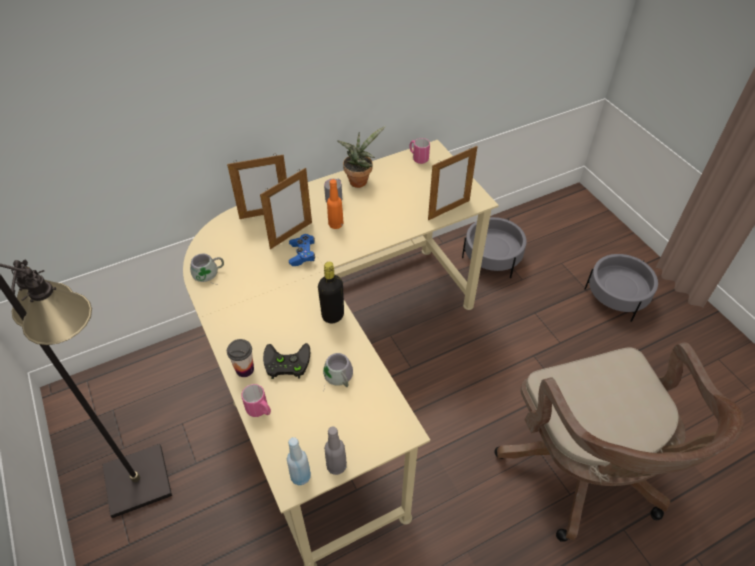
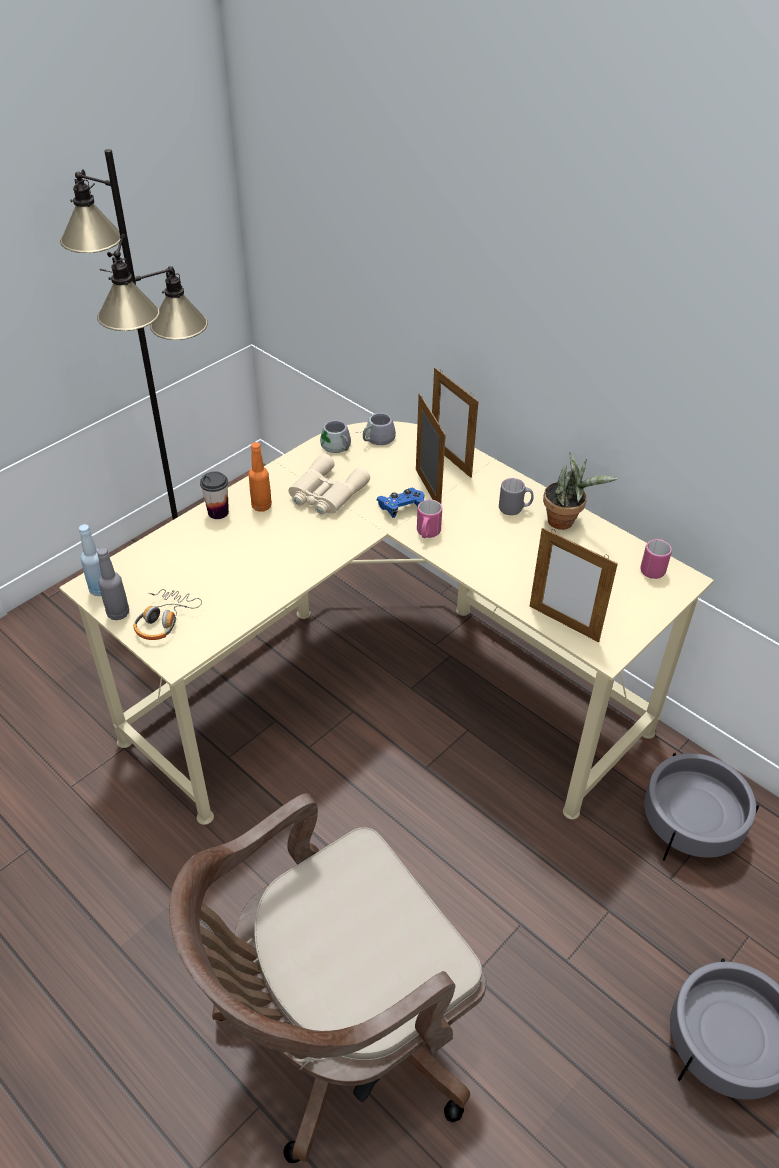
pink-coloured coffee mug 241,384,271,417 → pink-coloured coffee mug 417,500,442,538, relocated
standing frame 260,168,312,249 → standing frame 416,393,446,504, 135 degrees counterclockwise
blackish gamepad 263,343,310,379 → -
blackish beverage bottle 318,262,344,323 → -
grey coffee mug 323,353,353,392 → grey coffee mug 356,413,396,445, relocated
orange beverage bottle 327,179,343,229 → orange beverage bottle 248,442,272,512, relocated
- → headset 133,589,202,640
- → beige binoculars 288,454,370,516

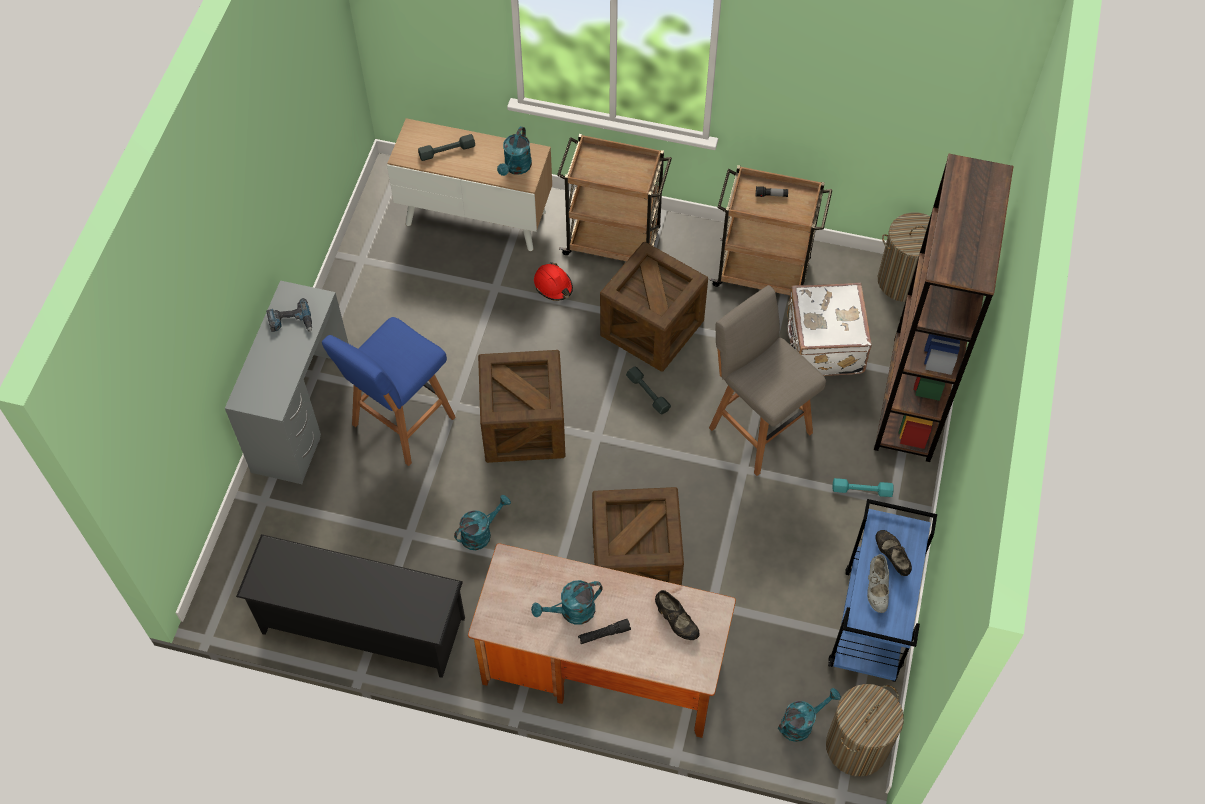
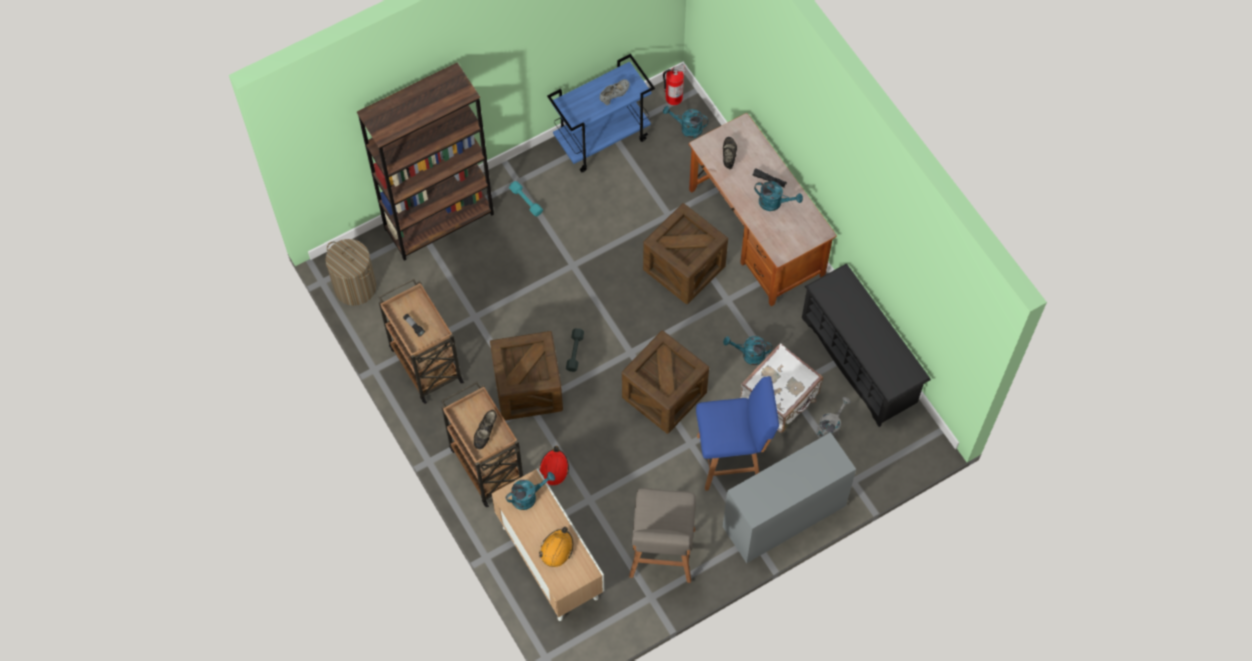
drill 266,298,312,332 → -
grey dumbbell 418,134,475,161 → orange hard hat 539,527,573,567
grey stool seat 709,285,826,476 → grey stool seat 629,488,696,583, relocated
white-coloured suitcase 787,283,872,376 → white-coloured suitcase 740,343,823,433, relocated
washing basket 826,684,904,776 → fire extinguisher 663,65,686,105
blackish item of footwear 875,530,912,576 → blackish item of footwear 474,410,497,449, relocated
- → grey watering can 817,397,851,439

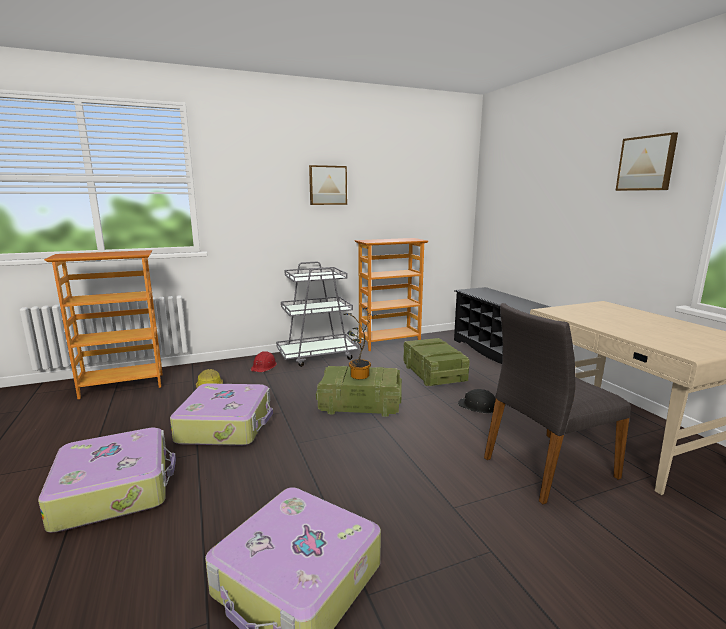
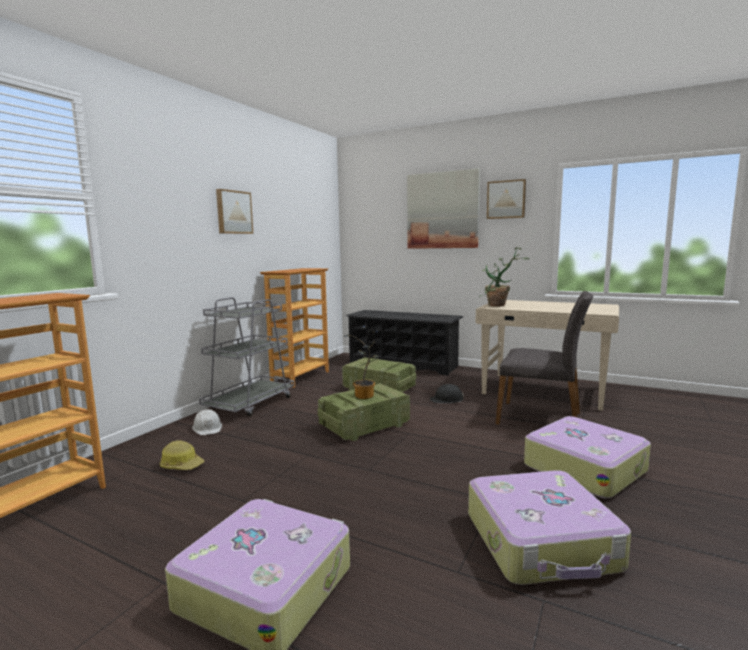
suitcase 170,383,273,446 → suitcase 524,416,651,498, relocated
red hard hat 251,351,277,372 → white-coloured hard hat 192,409,222,435
grey chair 484,303,631,504 → grey chair 496,291,593,425, 90 degrees counterclockwise
- → wall art 407,168,480,249
- → potted plant 479,247,529,307

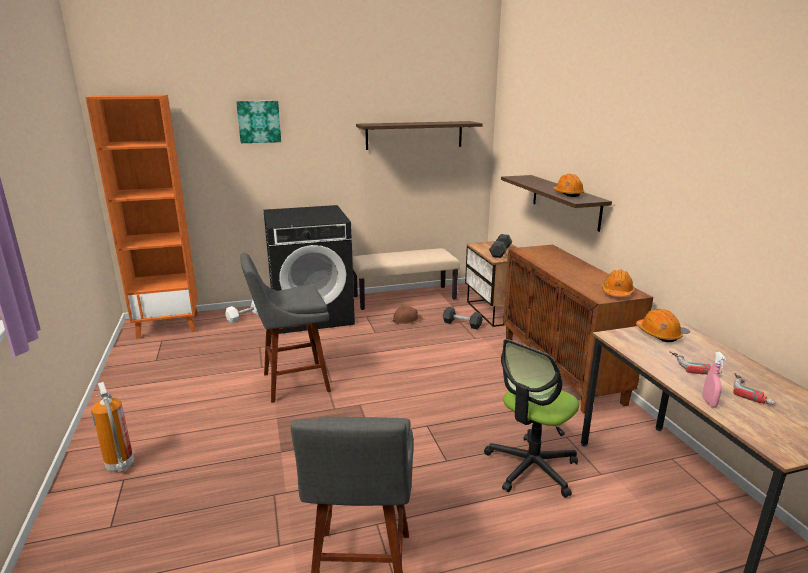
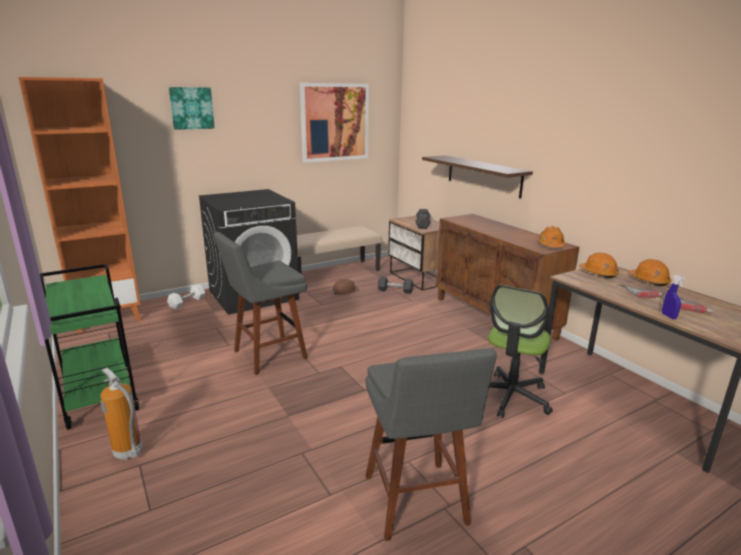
shelf 356,121,483,150 → wall art 300,83,369,163
orange hard hat 553,174,584,197 → orange hard hat 629,259,671,286, relocated
pink-coloured sprayer 702,352,726,408 → blue-coloured sprayer 662,275,685,319
- → greenish trolley 40,264,139,430

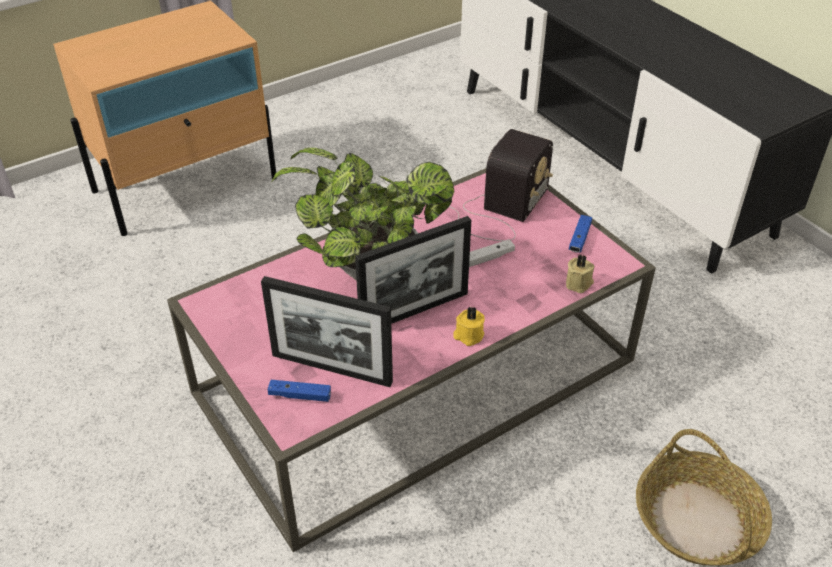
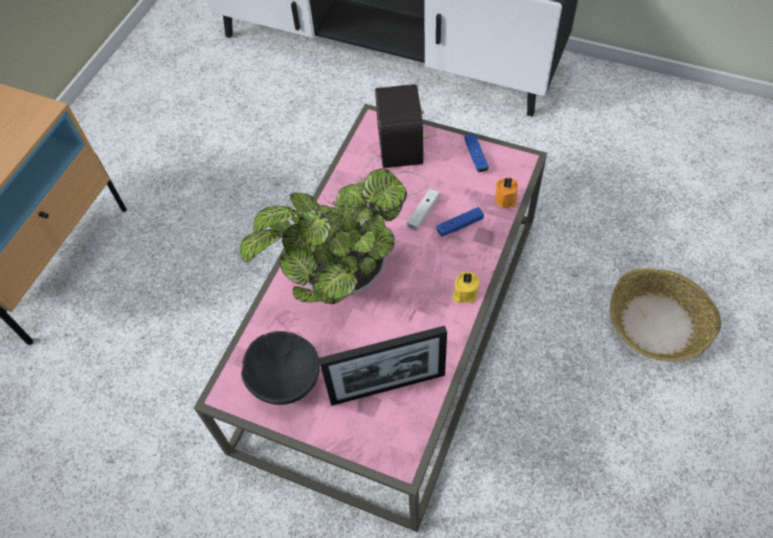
blue-coloured gamepad 268,380,331,402 → blue-coloured gamepad 436,207,484,237, relocated
standing frame 355,216,471,324 → -
beige wax candle 566,255,594,293 → orange wax candle 495,177,518,208
- → blackish serving bowl 241,331,320,405

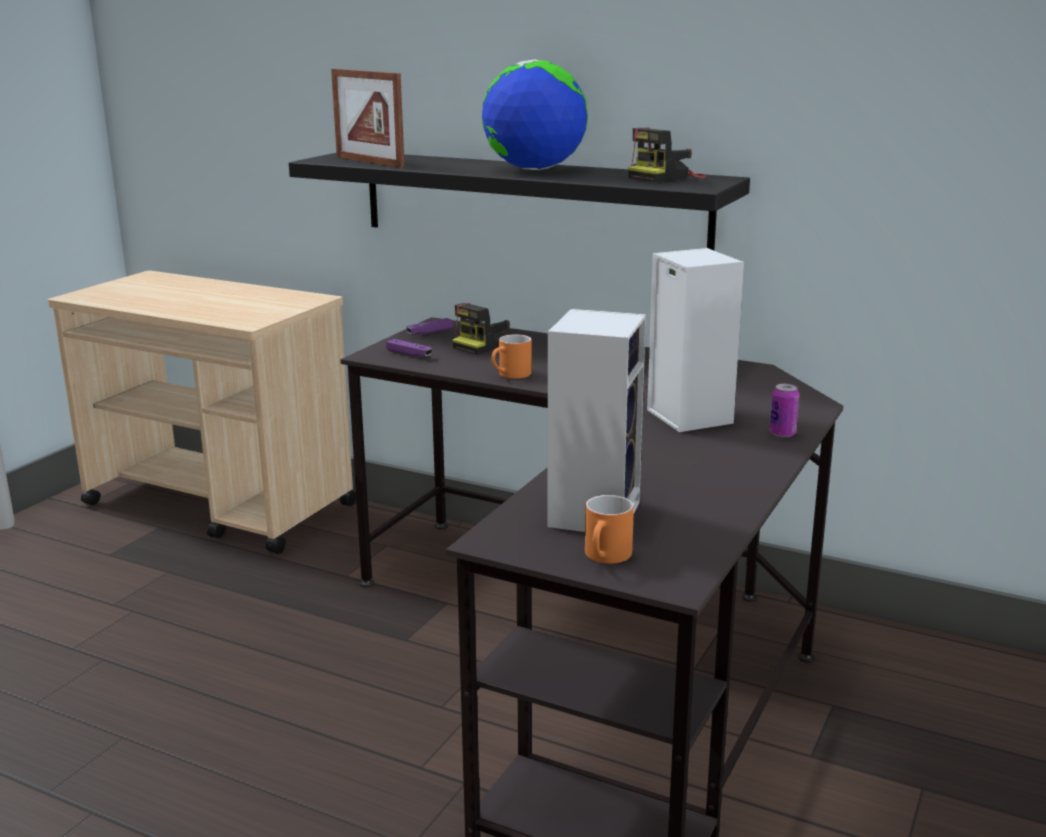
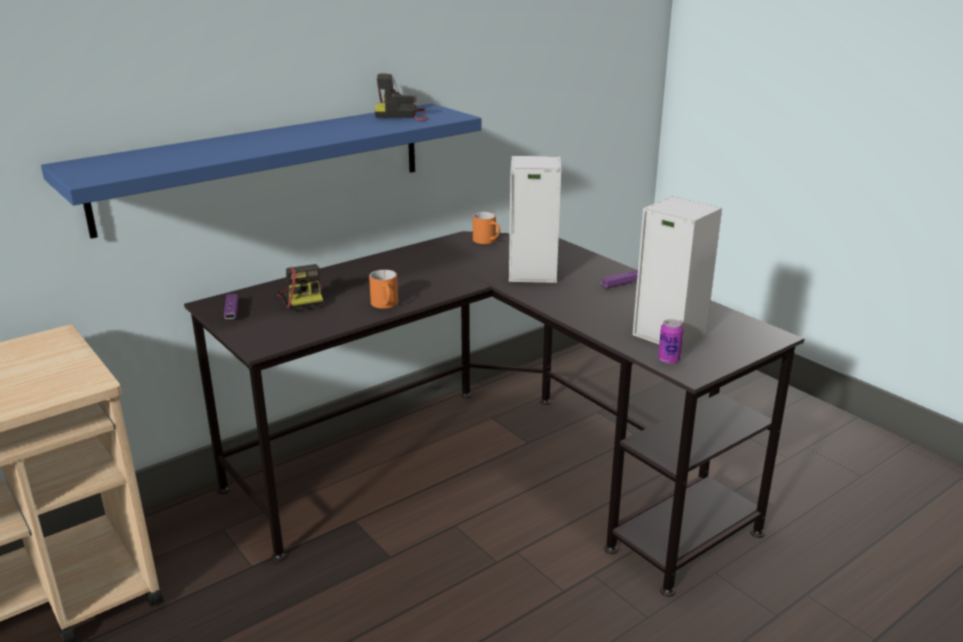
blackish shelf 289,153,750,250 → blue-coloured shelf 41,104,481,239
standing frame 331,69,405,168 → -
purplish gamepad 386,339,433,358 → purplish gamepad 601,270,638,289, relocated
globe 482,60,588,170 → -
orange coffee mug 585,495,634,564 → orange coffee mug 473,212,500,244, relocated
photo camera 628,128,706,182 → photo camera 375,74,428,121, 105 degrees clockwise
metal can 770,384,800,437 → metal can 658,319,683,364, relocated

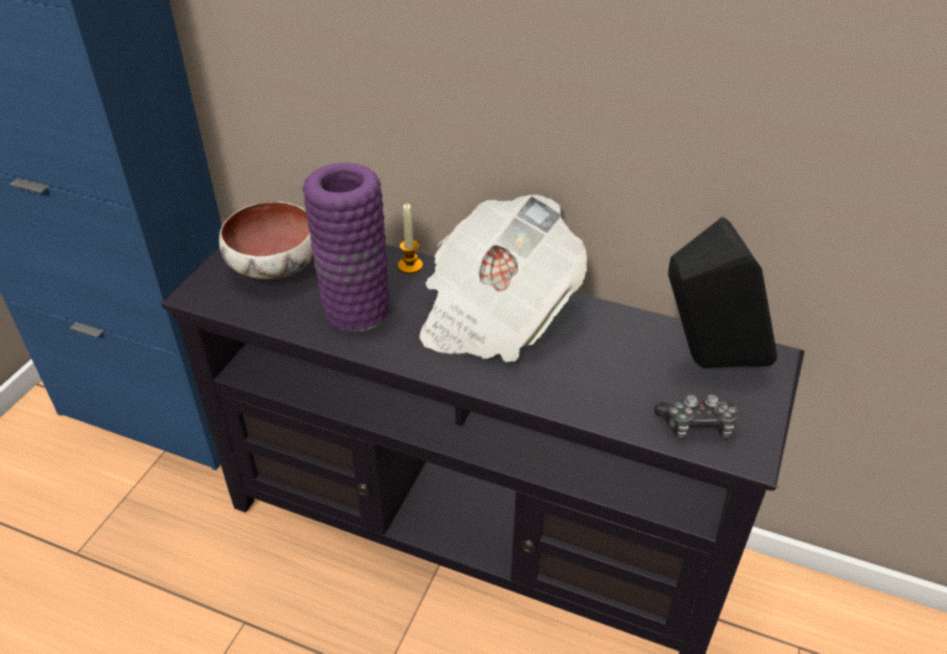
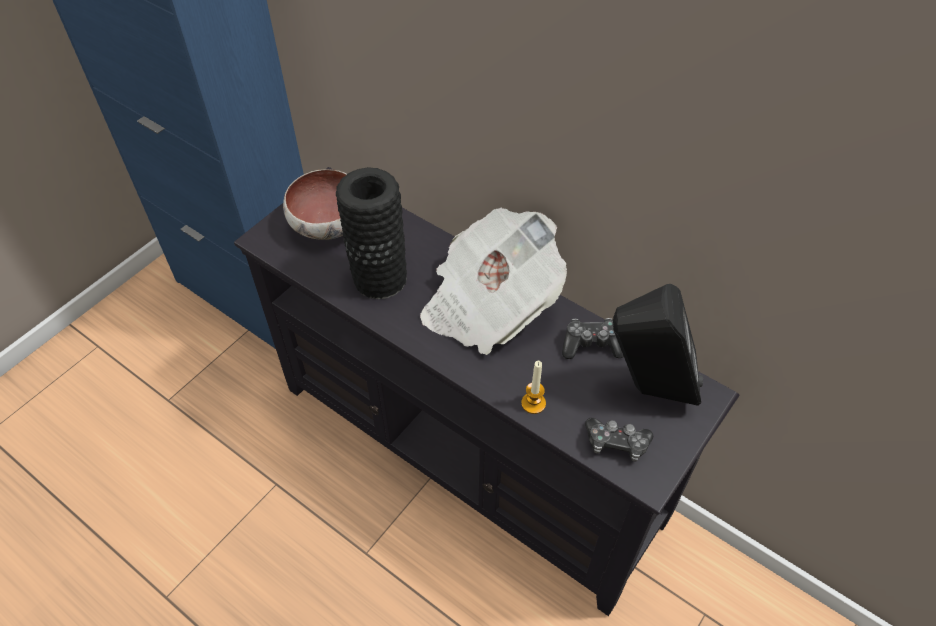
purplish flower vase 303,163,390,332 → blackish flower vase 336,167,407,299
wax candle 398,204,423,274 → wax candle 521,361,546,414, relocated
- → gamepad 562,318,624,359

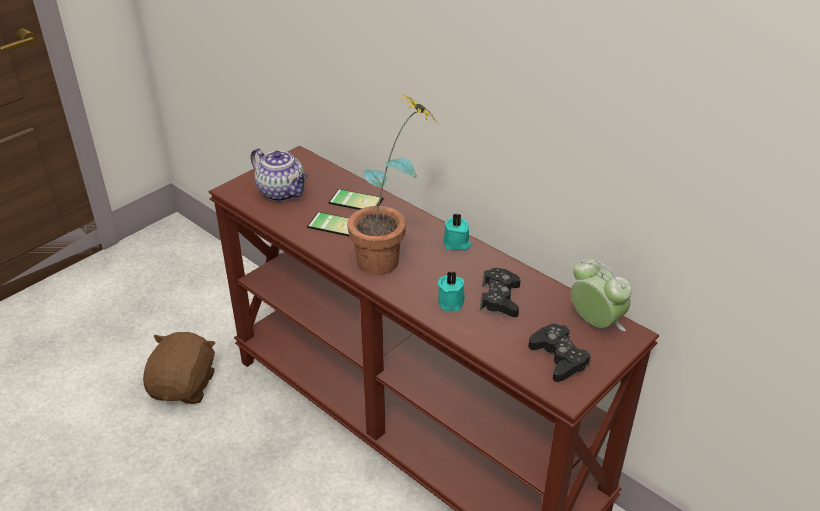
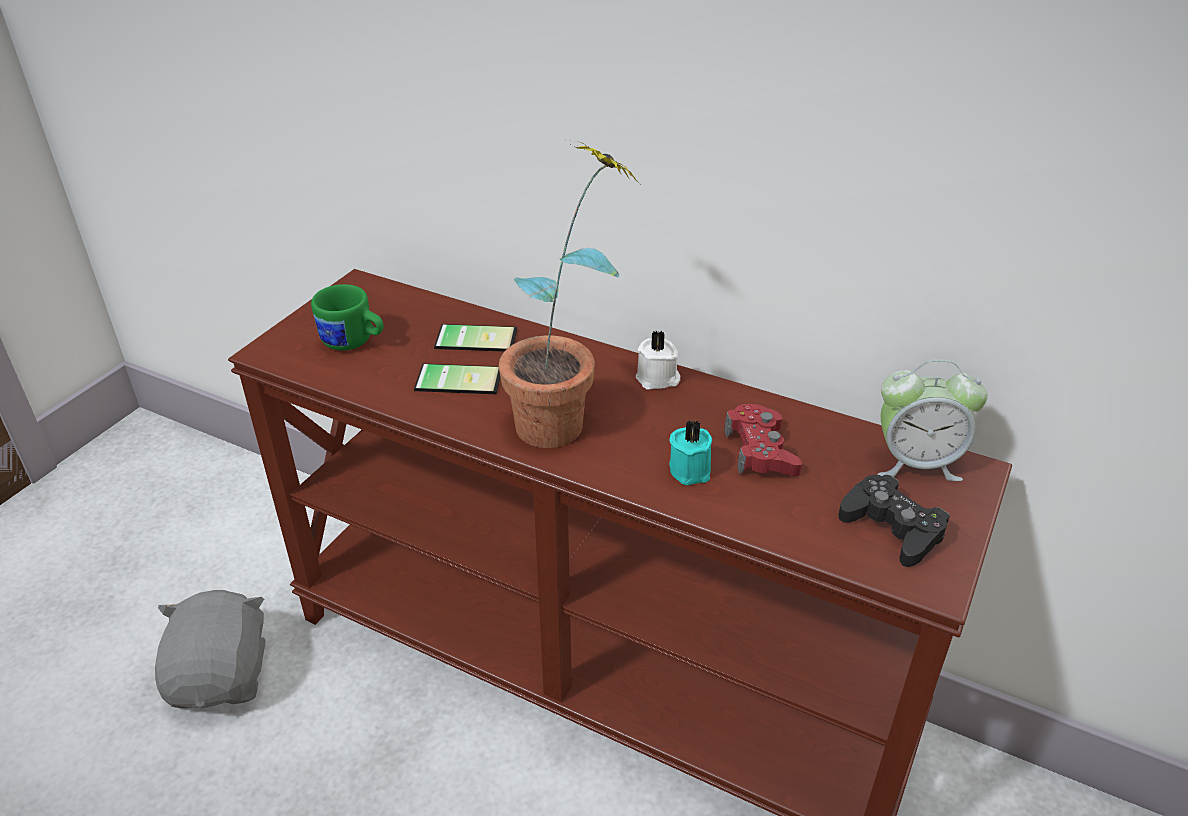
brown cuddly toy 143,332,215,404 → grey cuddly toy 155,590,265,709
tea pot 251,148,308,201 → greenish coffee mug 311,284,384,350
turquoise wax candle 443,213,471,250 → white-coloured wax candle 636,331,680,390
blackish gamepad 480,268,521,317 → red gamepad 724,404,802,476
bedside clock 571,259,632,331 → bedside clock 877,359,988,481, 150 degrees clockwise

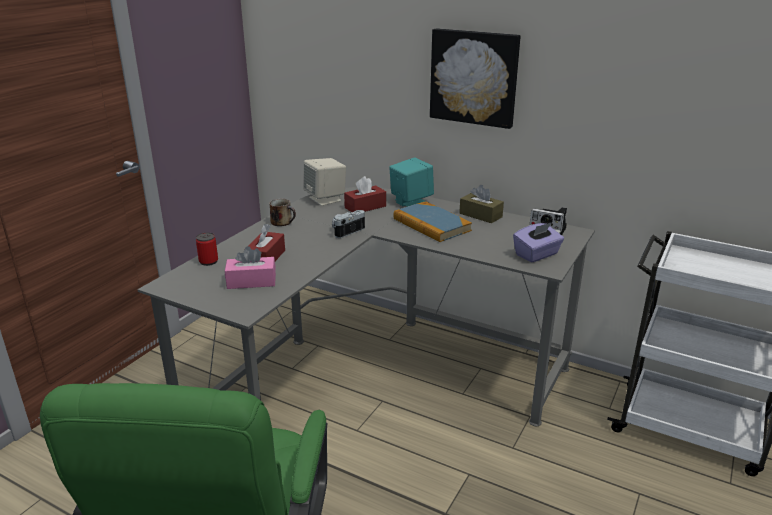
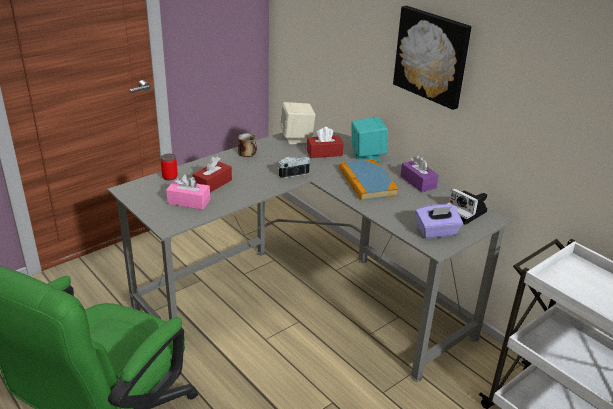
brown tissue holder 459,185,504,223 → purplish tissue holder 401,155,439,192

